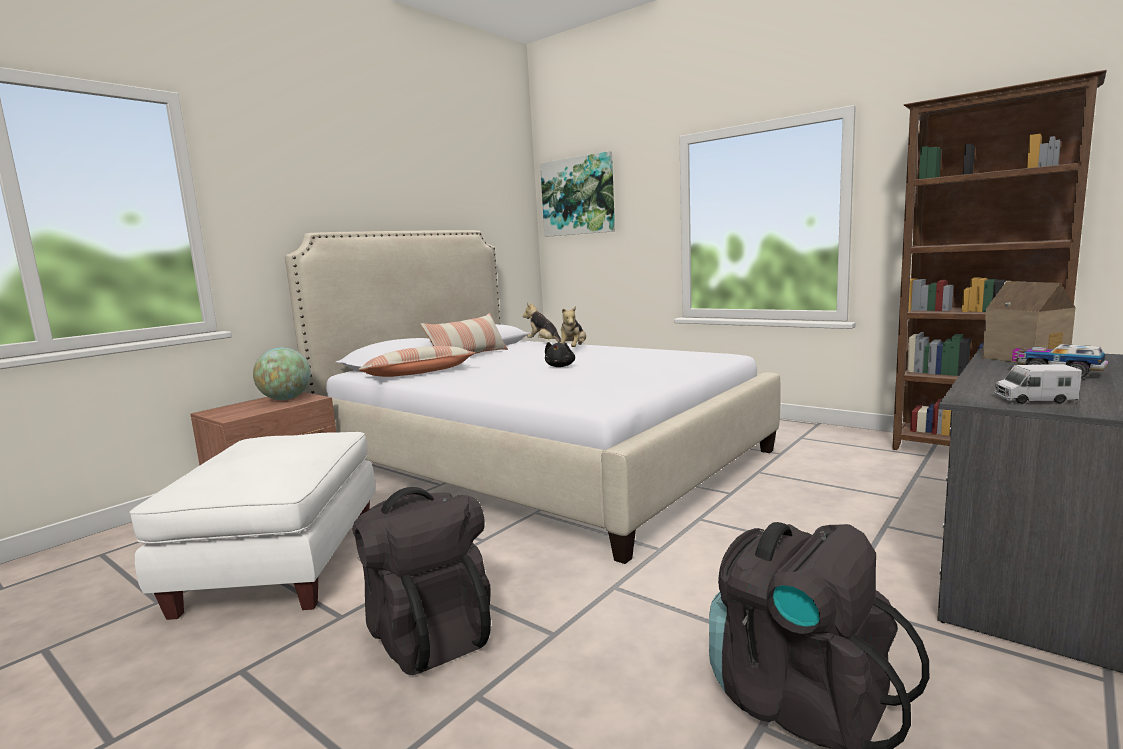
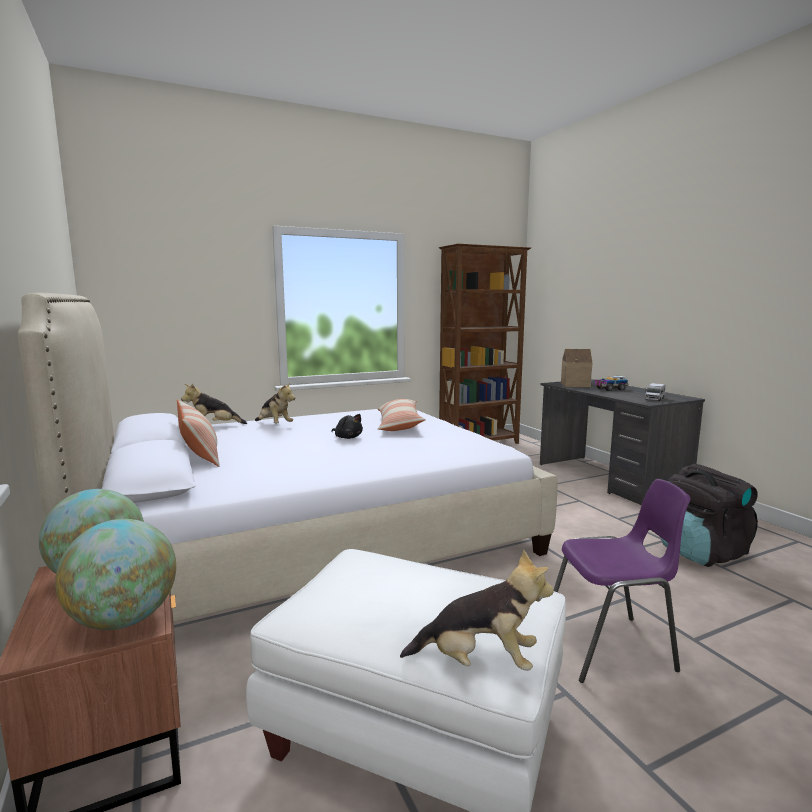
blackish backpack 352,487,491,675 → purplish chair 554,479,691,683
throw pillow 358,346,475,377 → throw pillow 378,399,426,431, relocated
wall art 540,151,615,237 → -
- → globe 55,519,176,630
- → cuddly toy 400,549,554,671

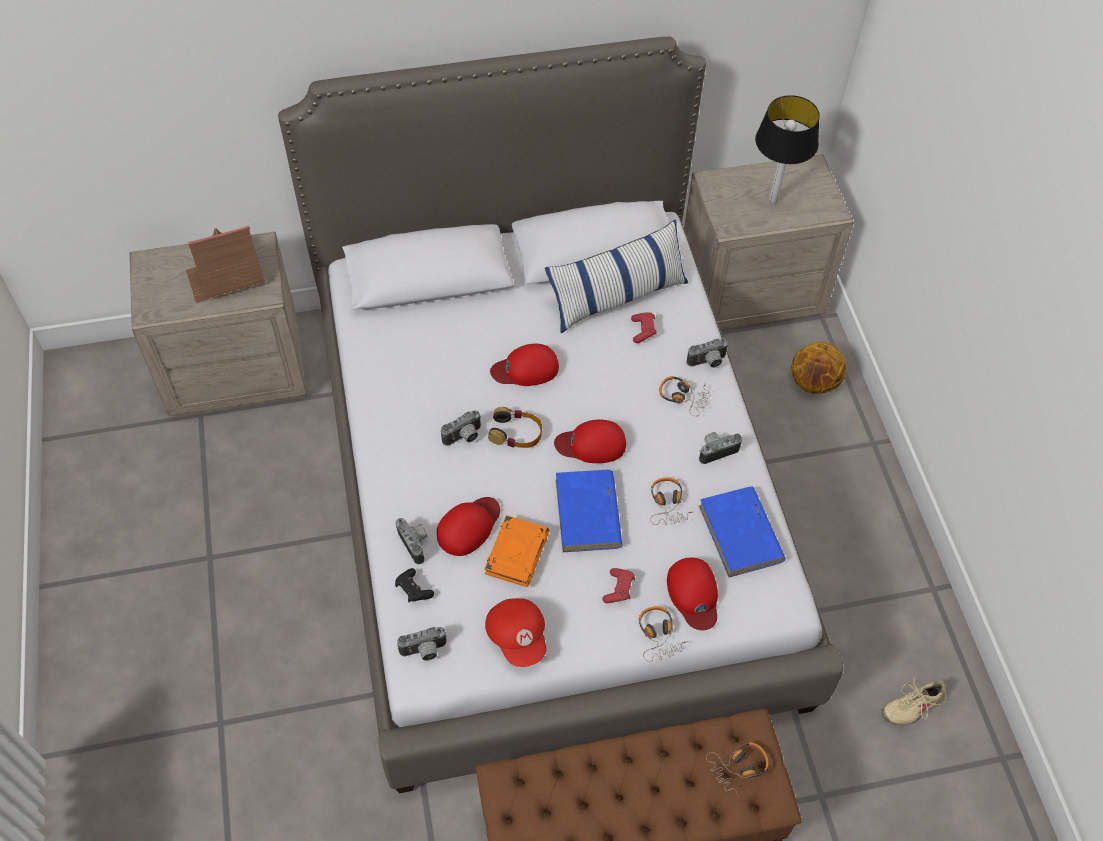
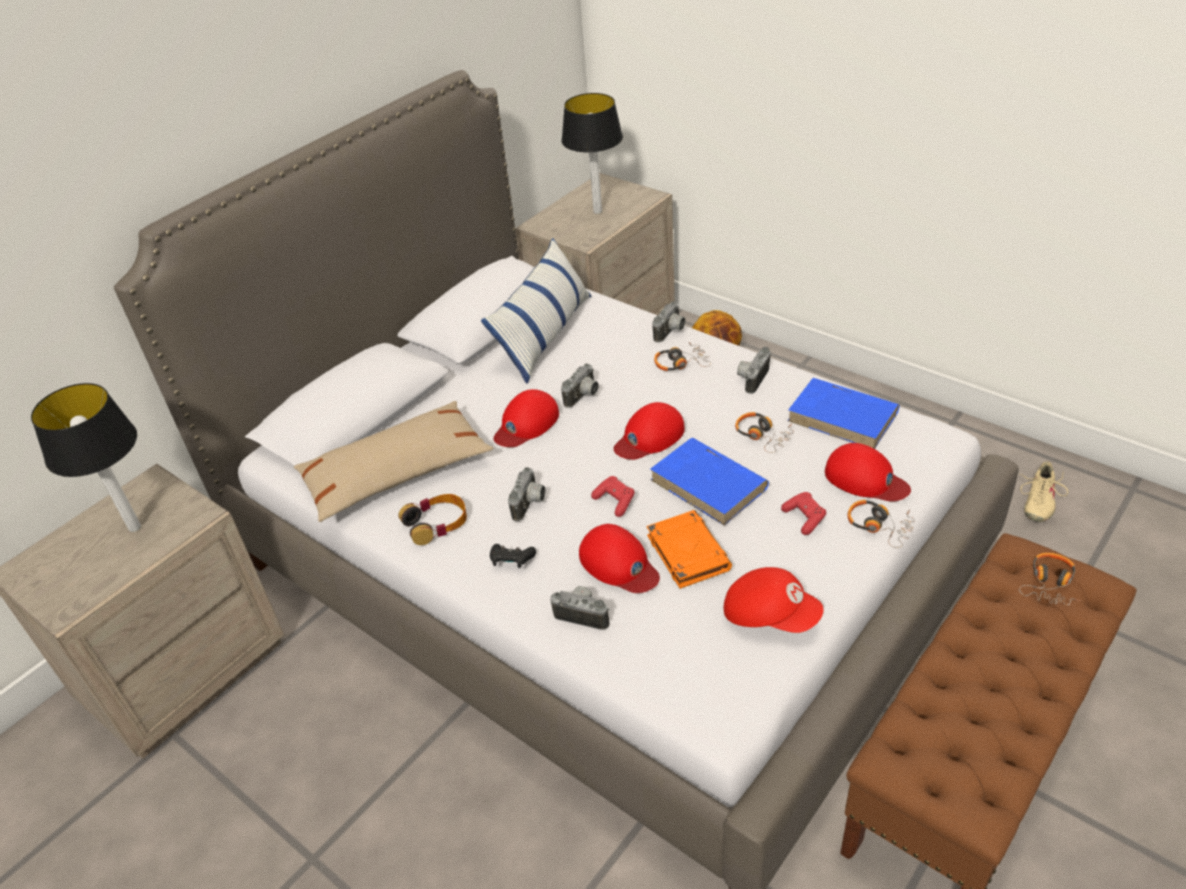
miniature house 186,226,265,303 → table lamp 31,383,141,532
blackish gamepad 395,568,434,602 → blackish gamepad 490,544,536,568, relocated
photo camera 397,627,447,661 → photo camera 561,363,599,408, relocated
red cap 437,497,500,556 → red cap 579,524,660,593, 135 degrees clockwise
headset 488,407,542,448 → headset 398,494,467,545, relocated
red gamepad 631,312,656,343 → red gamepad 591,476,635,517, relocated
- → beige throw pillow 294,401,493,522

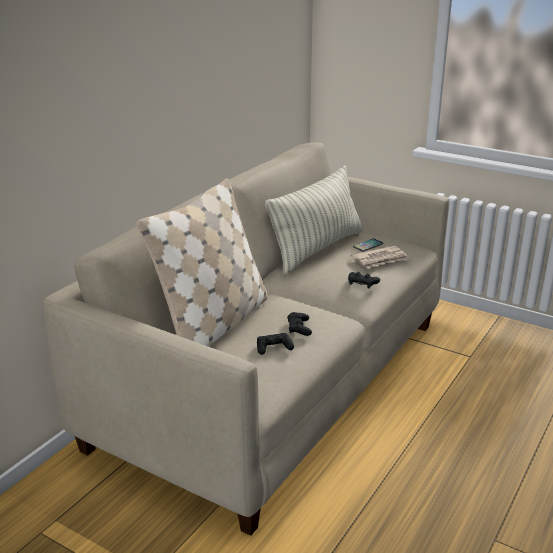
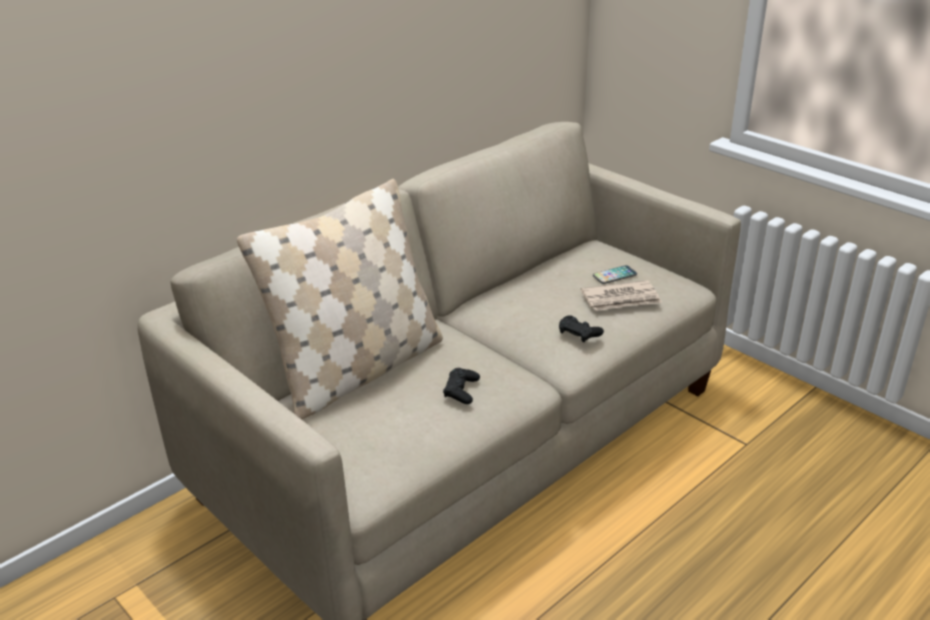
blackish gamepad 257,333,294,355 → -
throw pillow 265,165,363,275 → -

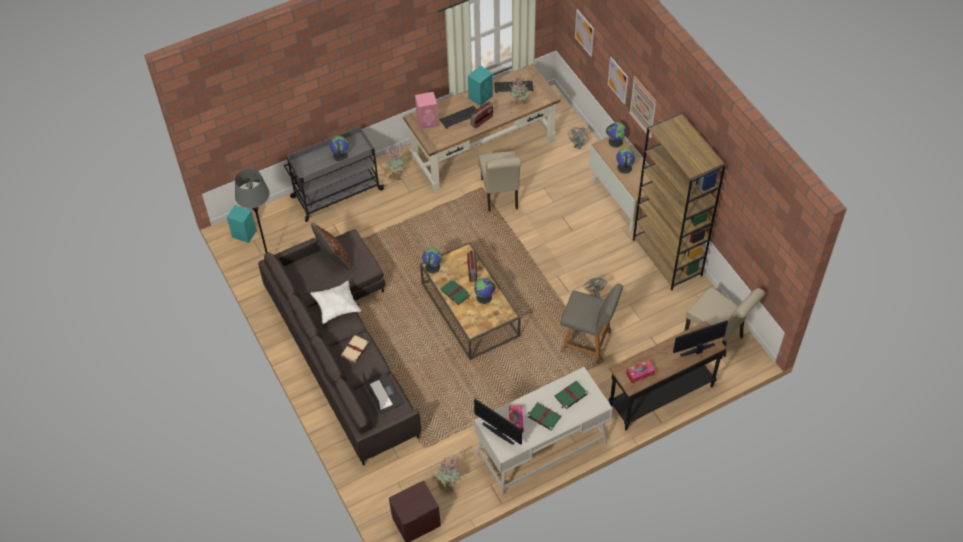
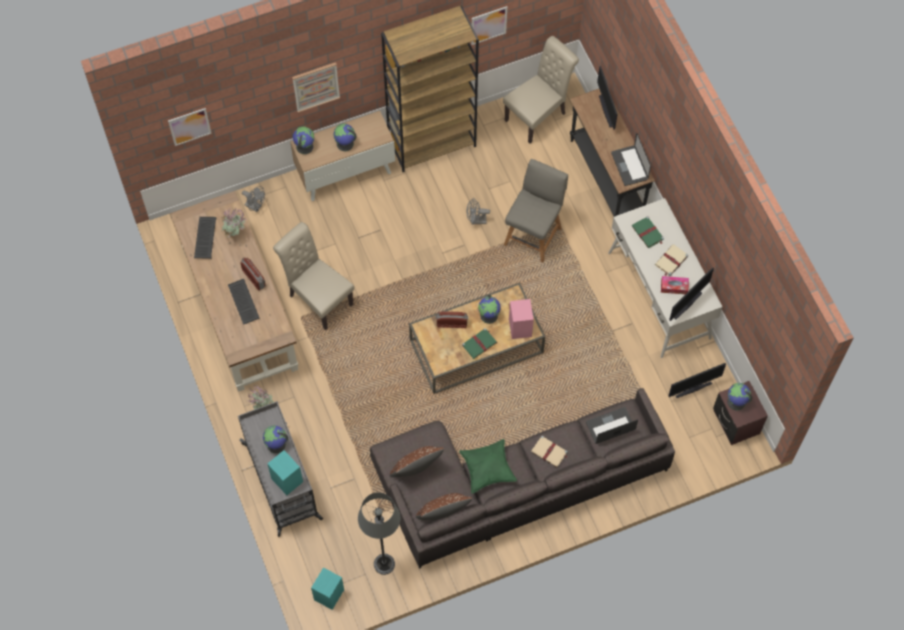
white-coloured throw pillow 310,281,361,324 → greenish throw pillow 459,439,517,494
pink-coloured speaker 415,92,438,130 → pink-coloured speaker 509,299,534,339, relocated
globe 422,248,442,273 → globe 727,383,752,410, relocated
potted plant 431,454,460,491 → monitor 668,363,726,398
turquoise speaker 468,65,493,106 → turquoise speaker 267,450,303,495, relocated
beige chair 478,151,522,212 → beige chair 273,222,354,330, 135 degrees counterclockwise
greenish volume 527,402,561,431 → beige volume 655,244,688,276
wall art 608,57,628,105 → wall art 471,6,507,45, relocated
tissue holder 626,360,655,383 → notebook computer 611,133,651,186
- → brown throw pillow 416,493,472,520

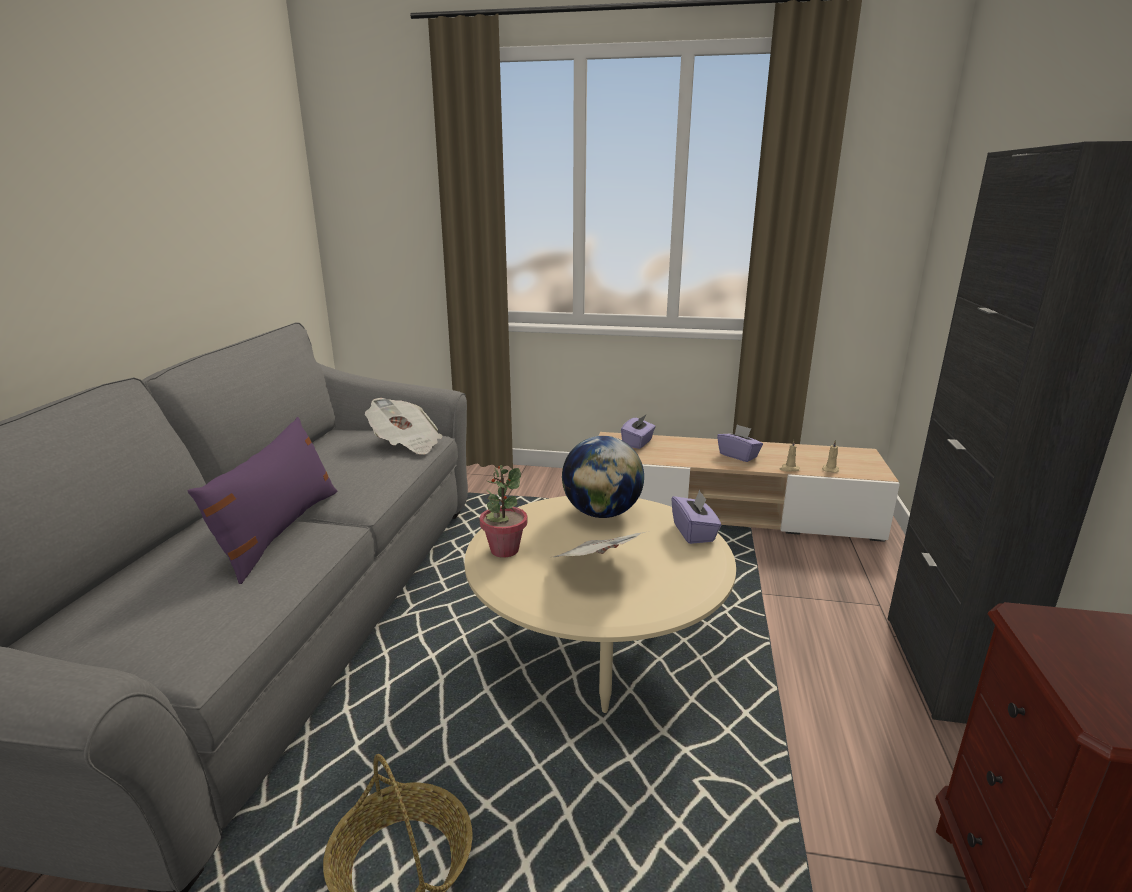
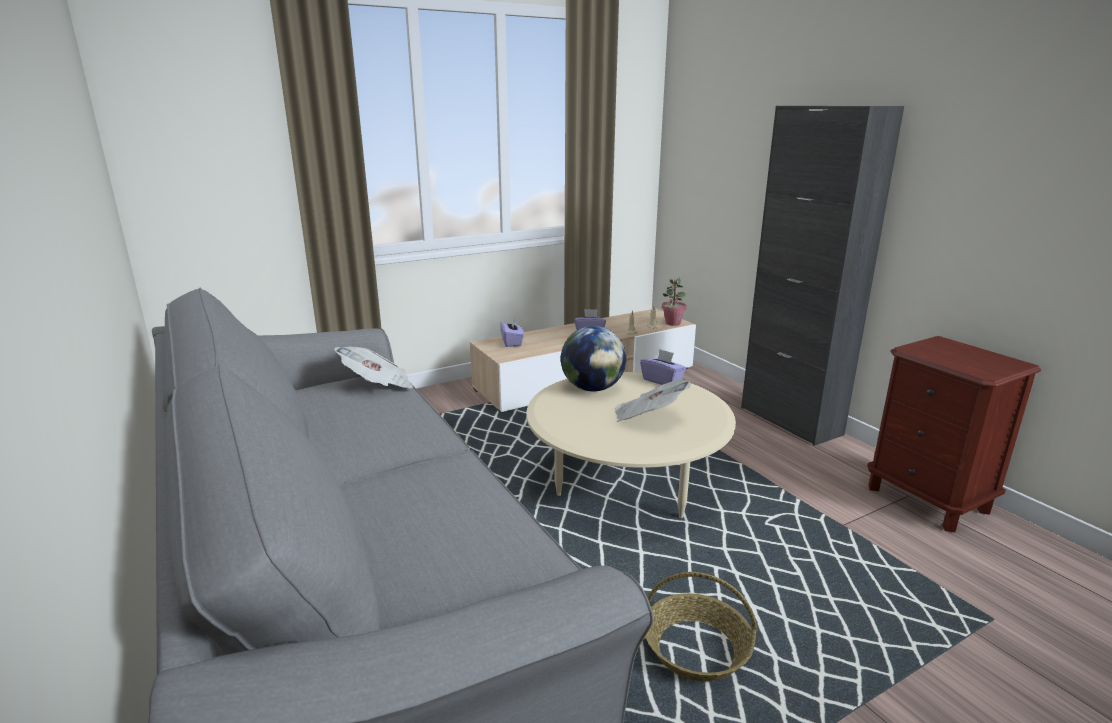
purplish throw pillow 188,417,337,584 → -
potted plant 479,465,528,558 → potted plant 662,278,687,326, relocated

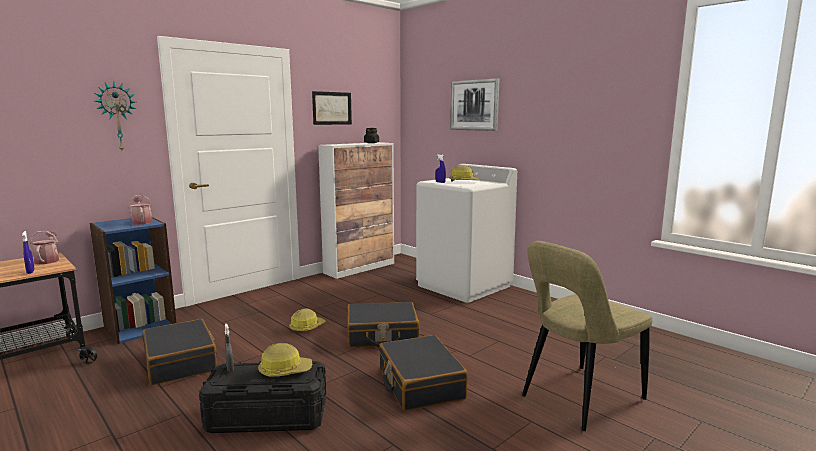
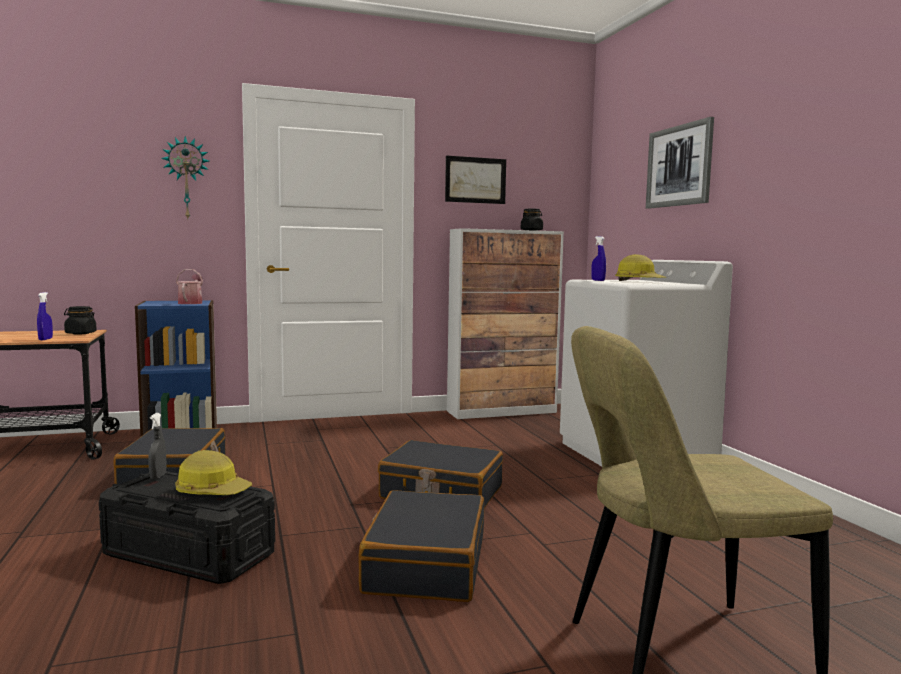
watering can 29,231,59,265 → blackish preserve jar 64,306,97,335
hard hat 289,309,325,333 → -

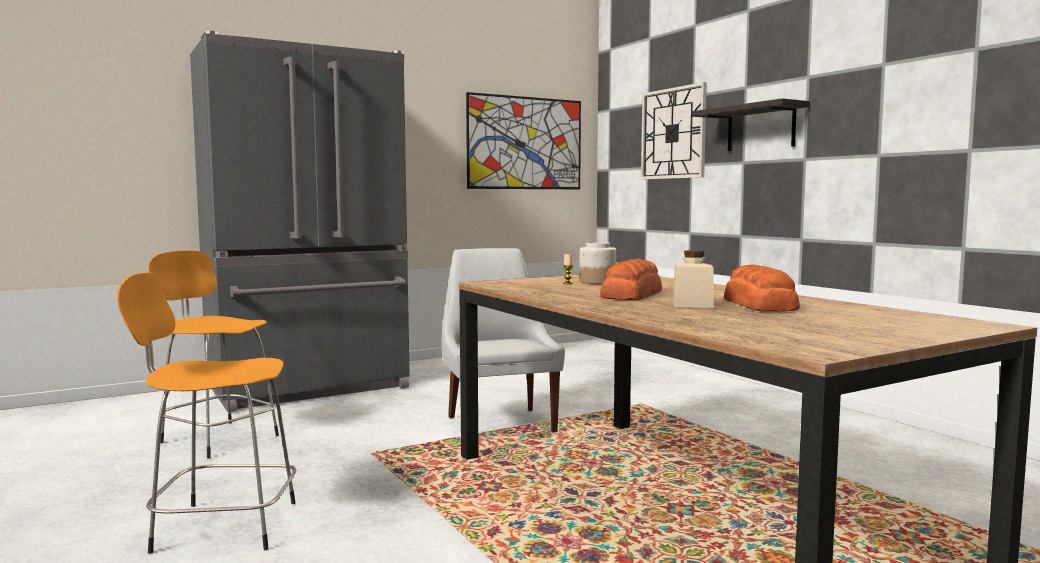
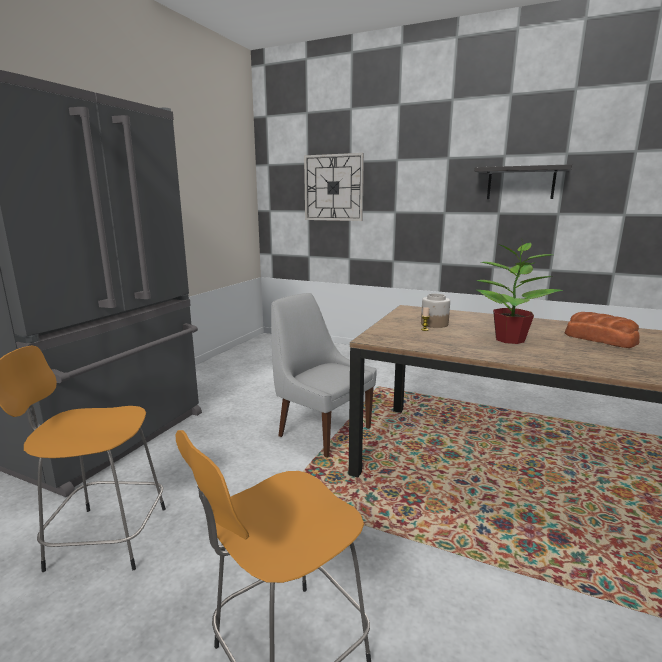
wall art 466,92,581,189 → -
bakery bread 600,259,662,300 → potted plant 476,238,563,344
beige preserve jar 673,250,714,308 → -
shelf 692,98,810,151 → shelf 475,164,572,199, relocated

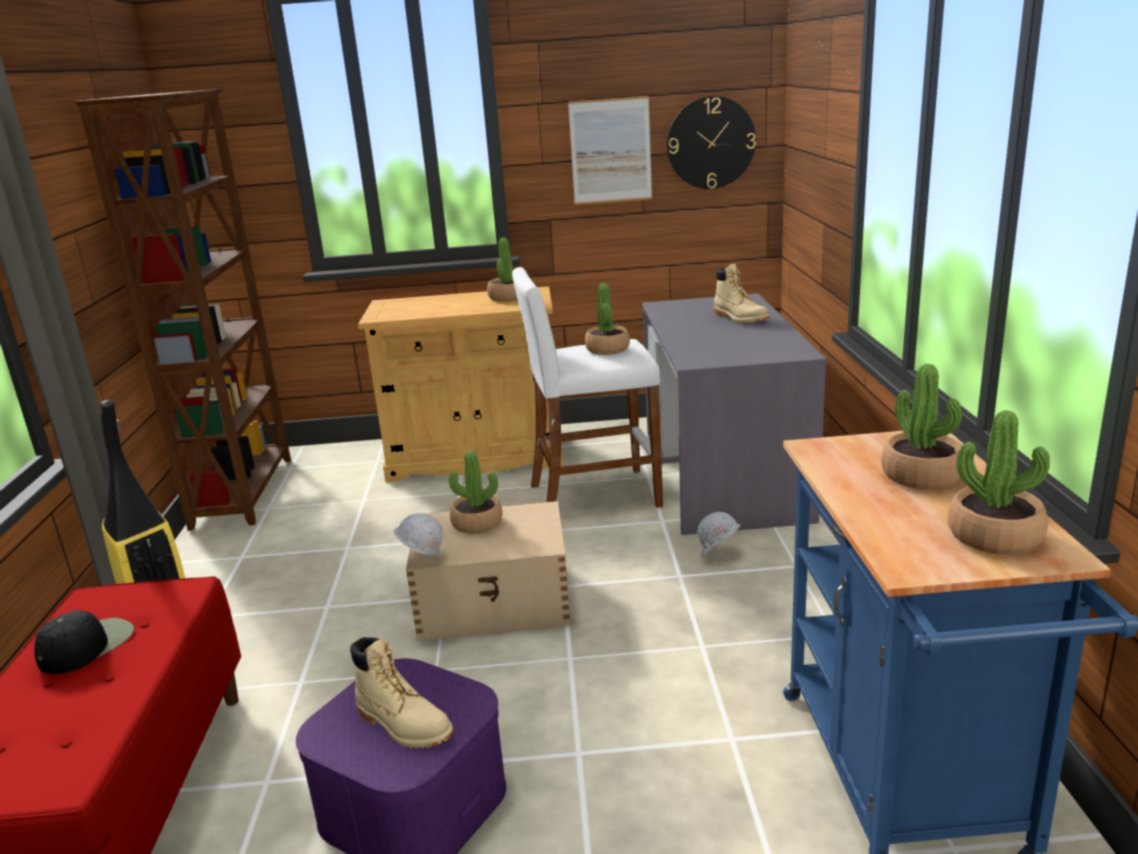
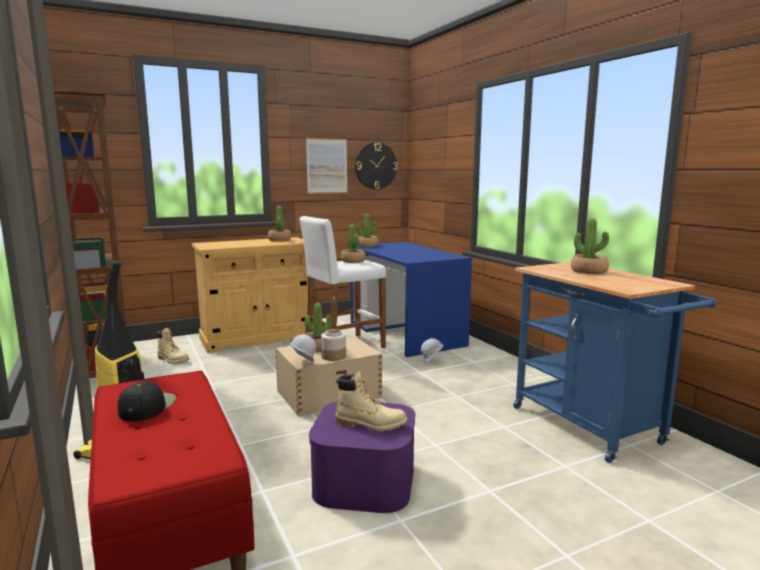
grey desk 642,293,826,535 → blue-coloured desk 350,242,472,357
beige boot 714,264,769,323 → beige boot 157,328,189,364, relocated
potted plant 948,410,1050,554 → potted plant 357,213,378,247, relocated
- → preserve jar 321,329,346,361

